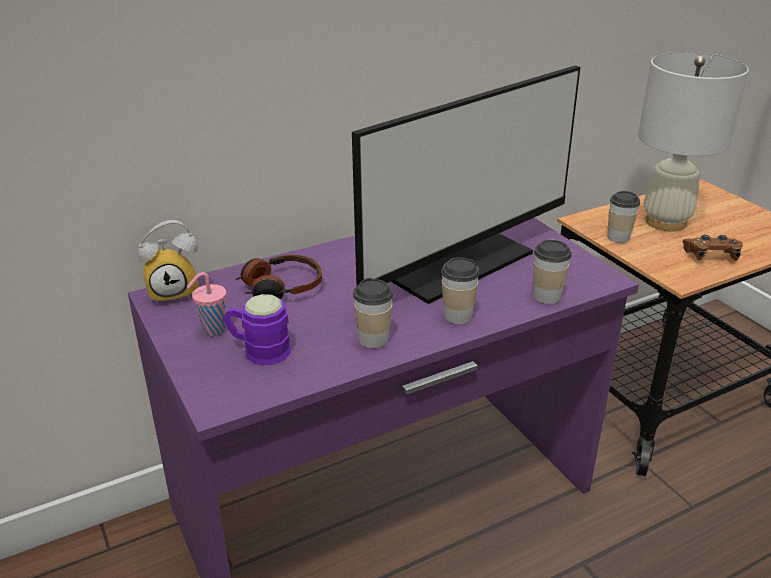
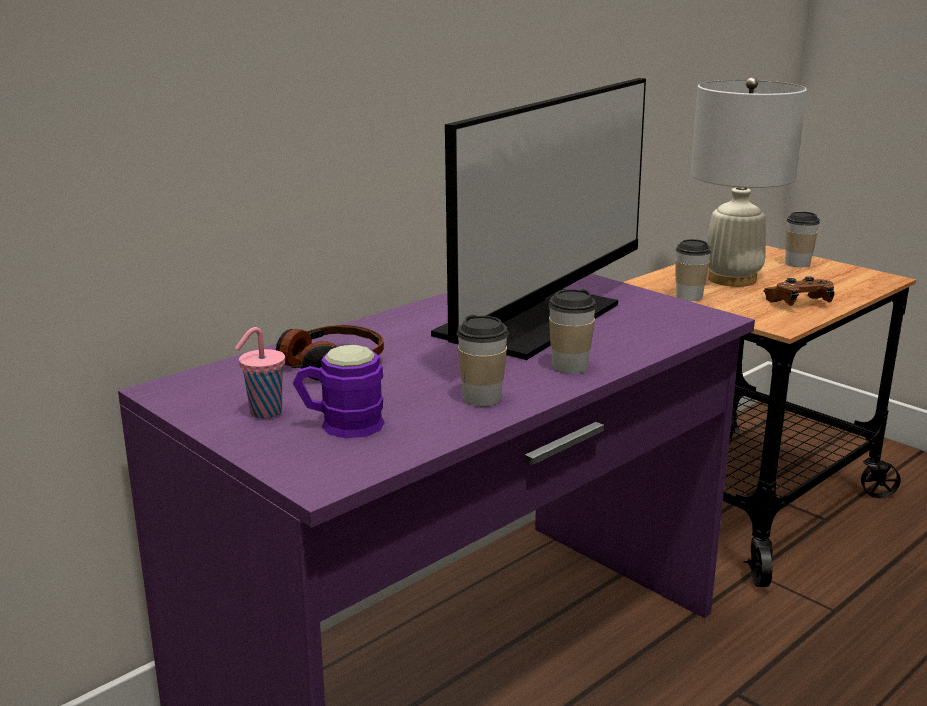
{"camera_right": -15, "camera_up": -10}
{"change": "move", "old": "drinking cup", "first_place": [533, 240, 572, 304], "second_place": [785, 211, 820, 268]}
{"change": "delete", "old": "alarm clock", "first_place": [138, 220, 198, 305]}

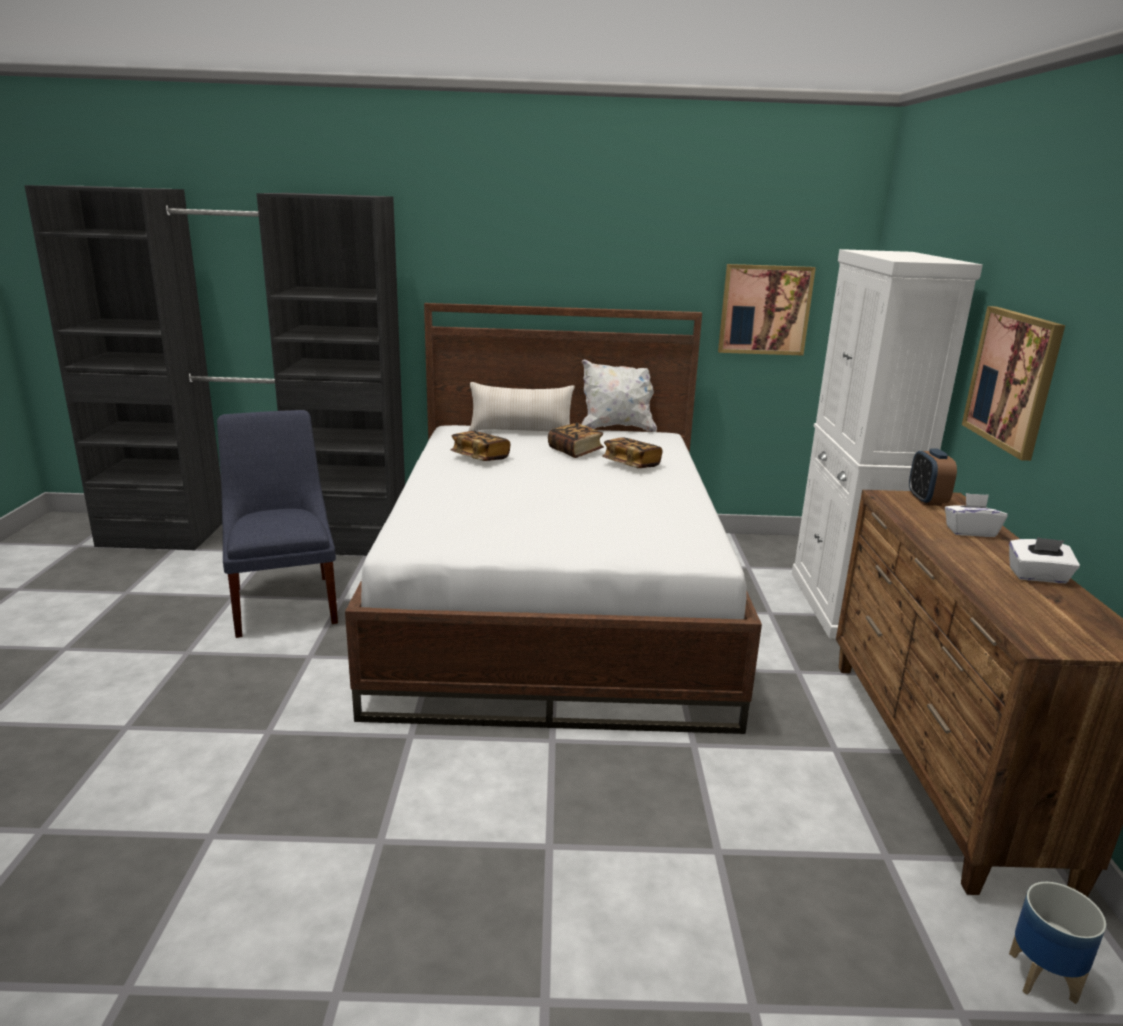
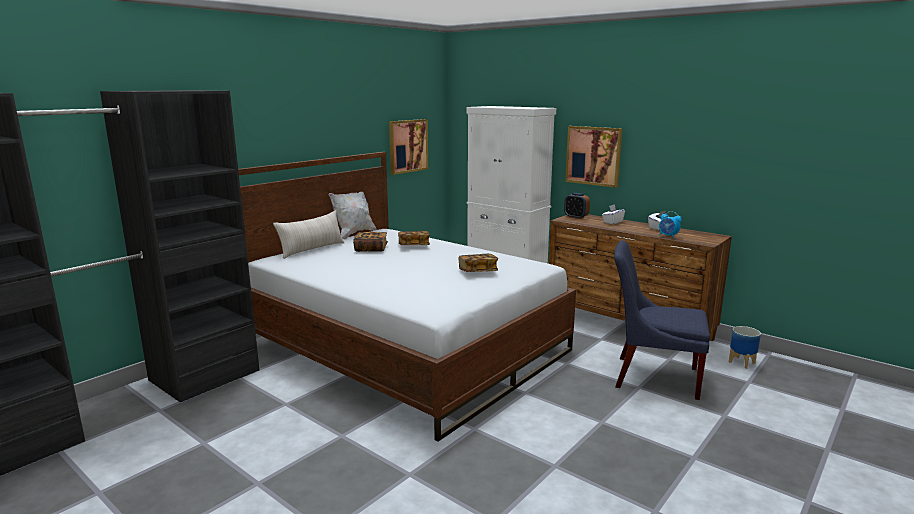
{"camera_right": -50, "camera_up": -5}
{"change": "move", "old": "volume", "first_place": [451, 431, 511, 461], "second_place": [458, 254, 498, 272]}
{"change": "move", "old": "plain chair (bluish)", "first_place": [217, 410, 338, 638], "second_place": [614, 241, 710, 400]}
{"change": "insert", "new": "alarm clock", "second_place": [659, 211, 682, 238]}

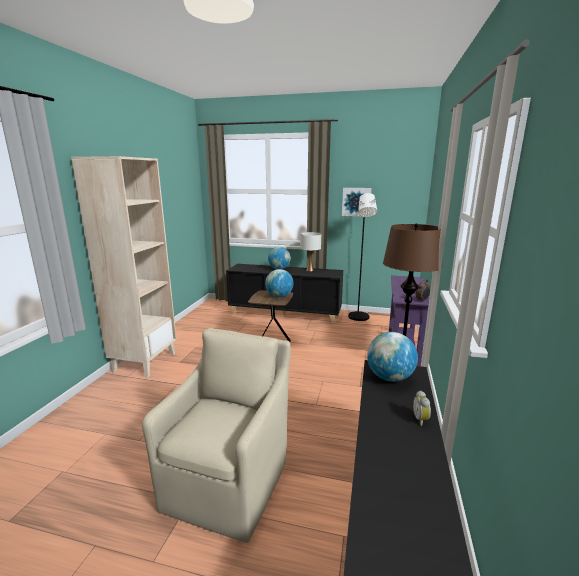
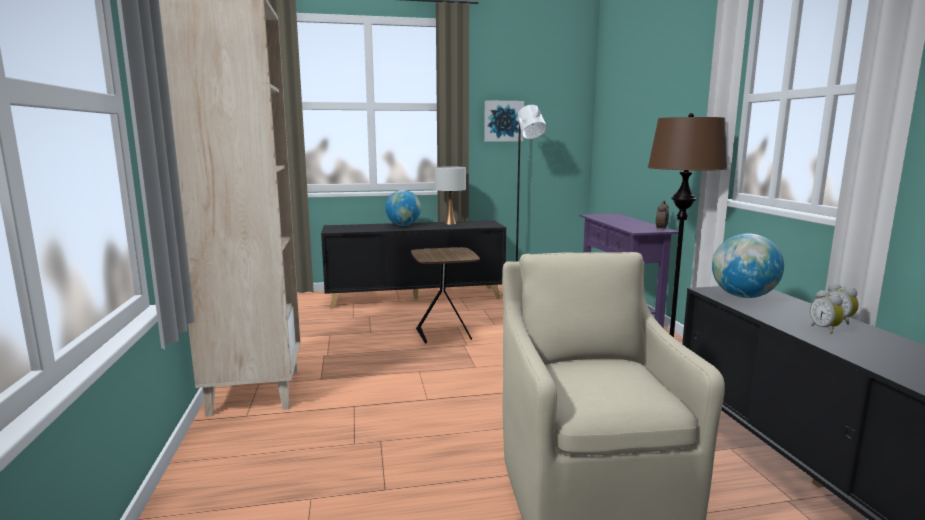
{"camera_right": -25, "camera_up": -5}
{"change": "insert", "new": "alarm clock", "second_place": [810, 290, 844, 334]}
{"change": "delete", "old": "desk globe", "first_place": [265, 269, 293, 298]}

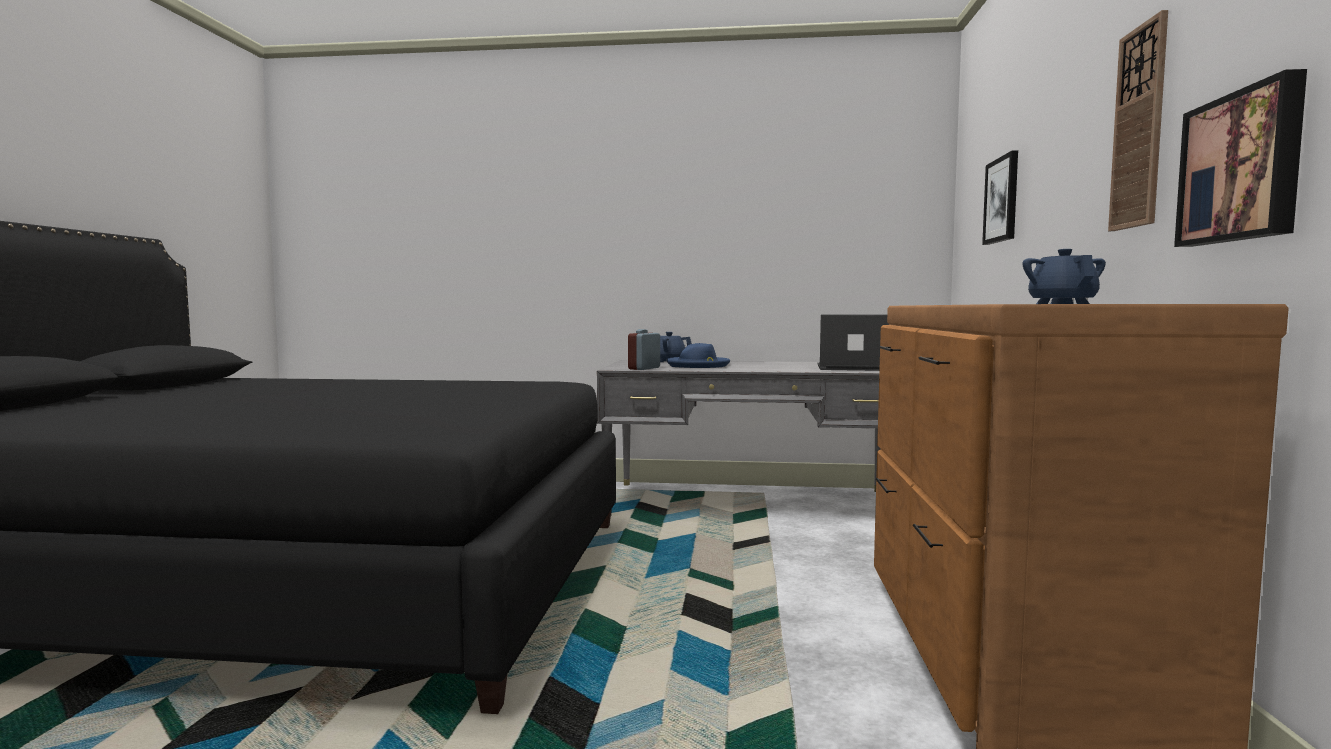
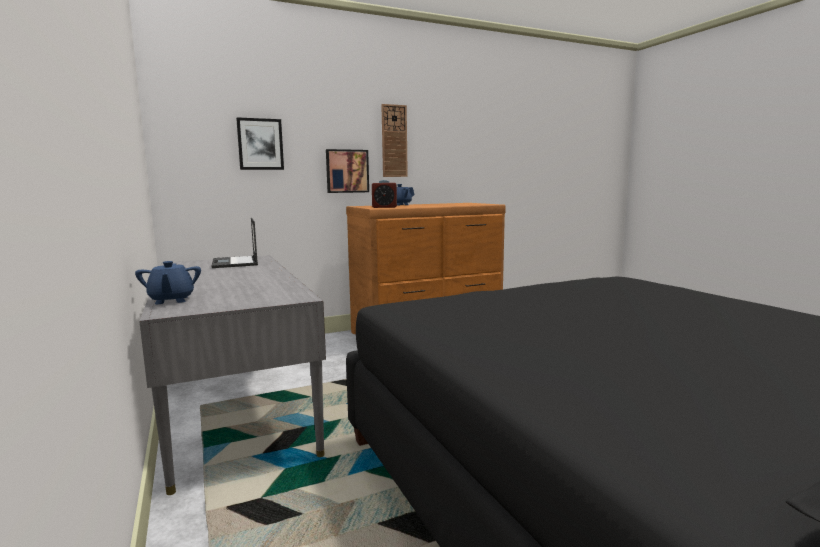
{"camera_right": -120, "camera_up": 5}
{"change": "move", "old": "wall picture", "first_place": [1174, 69, 1307, 247], "second_place": [326, 149, 369, 193]}
{"change": "move", "old": "alarm clock", "first_place": [628, 329, 660, 370], "second_place": [372, 180, 397, 208]}
{"change": "delete", "old": "hat (bluish)", "first_place": [667, 343, 730, 368]}

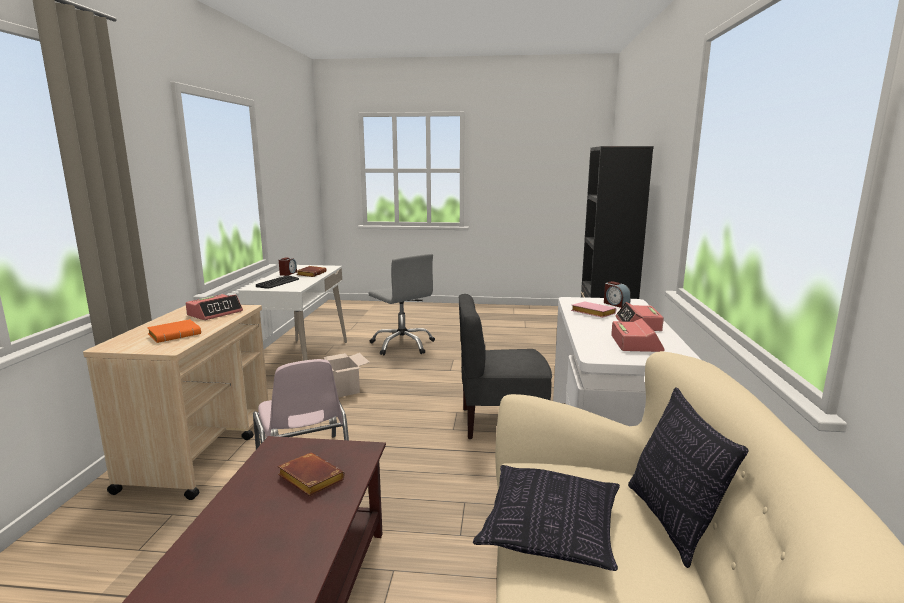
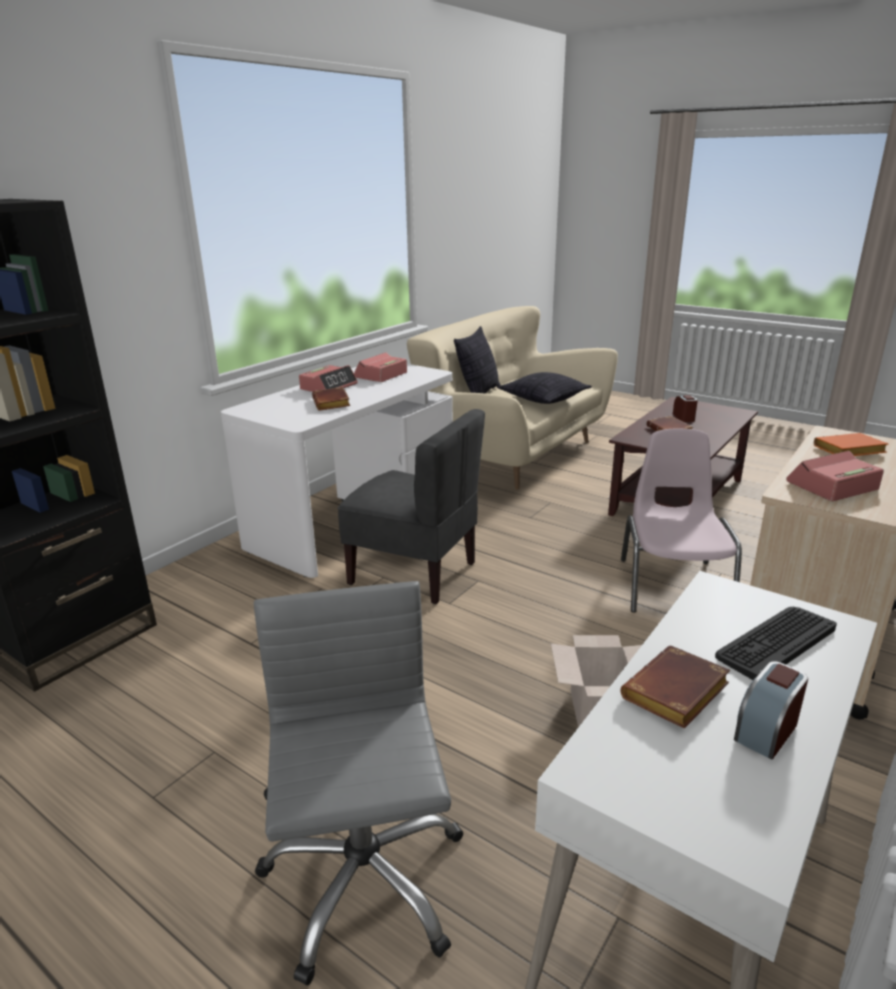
{"camera_right": -150, "camera_up": 10}
{"change": "recolor", "old": "volume (pink-coloured)", "new": "volume (brownish)", "first_place": [571, 301, 616, 318], "second_place": [312, 387, 350, 411]}
{"change": "move", "old": "alarm clock", "first_place": [604, 281, 631, 308], "second_place": [673, 395, 698, 422]}

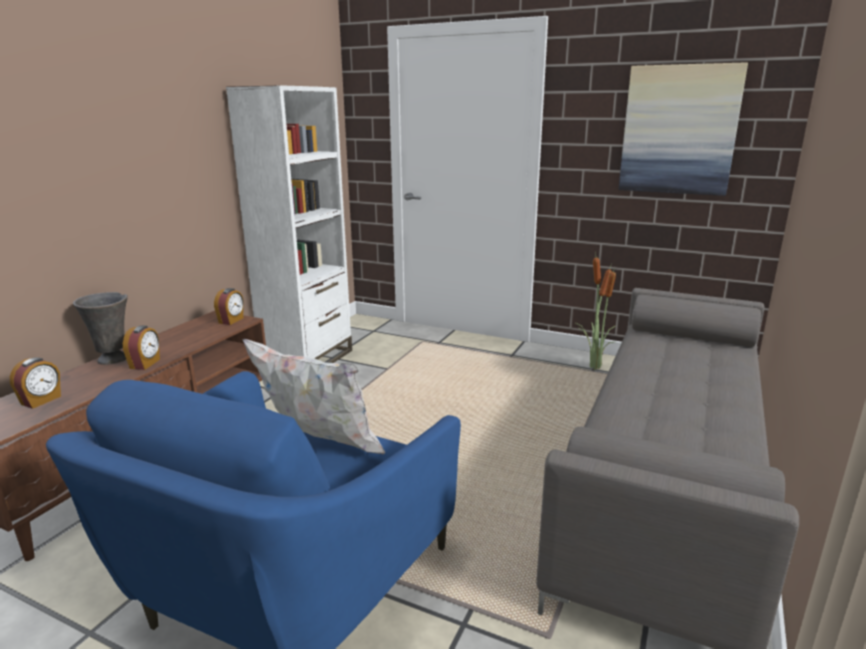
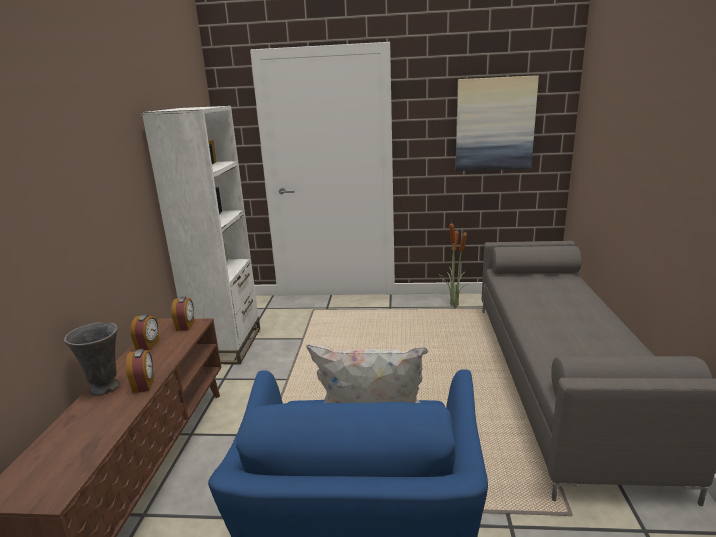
{"camera_right": -20, "camera_up": 0}
{"change": "move", "old": "alarm clock", "first_place": [10, 358, 61, 409], "second_place": [130, 314, 159, 351]}

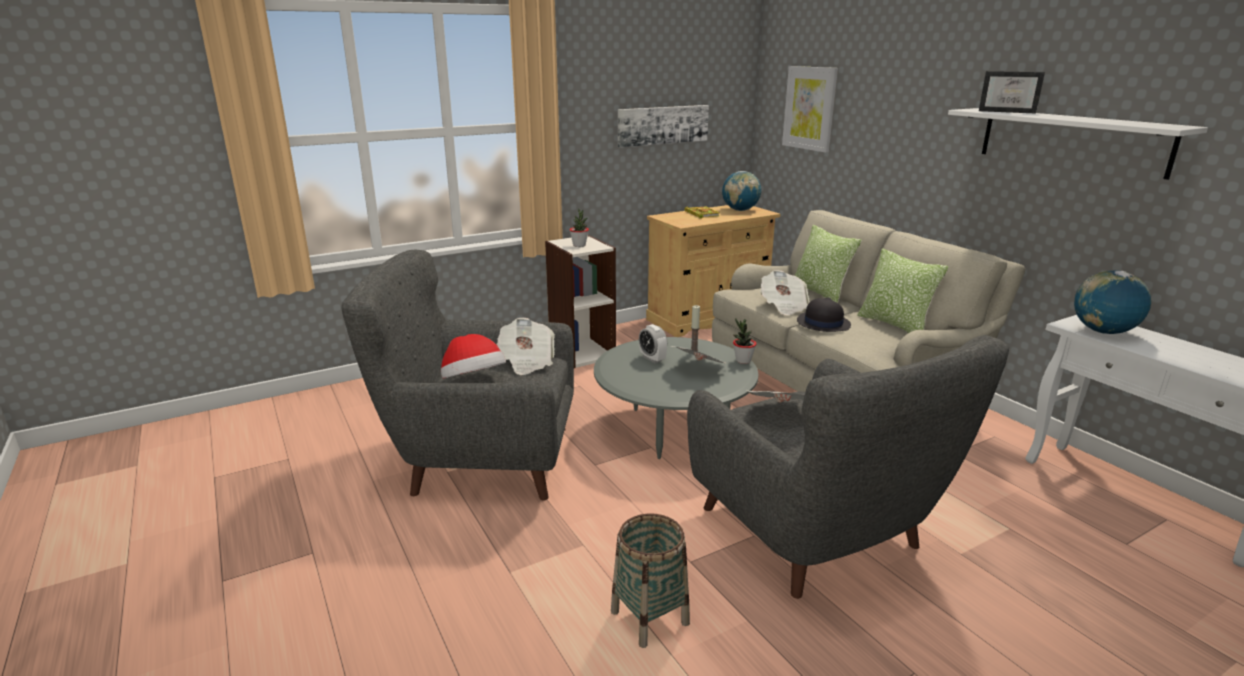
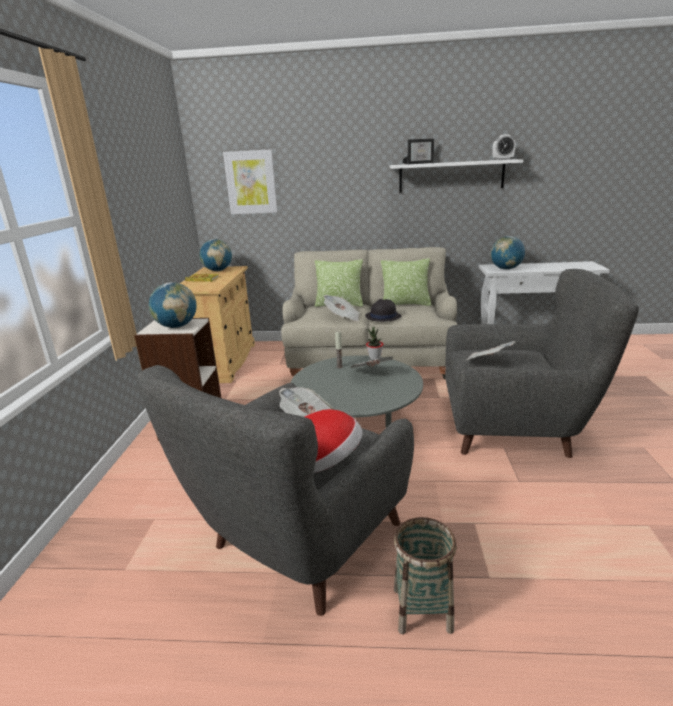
{"camera_right": -55, "camera_up": 0}
{"change": "replace", "old": "houseplant", "new": "desk globe", "first_place": [569, 209, 589, 247], "second_place": [149, 282, 197, 328]}
{"change": "move", "old": "household basket", "first_place": [611, 513, 690, 648], "second_place": [394, 517, 457, 635]}
{"change": "move", "old": "alarm clock", "first_place": [639, 324, 667, 363], "second_place": [492, 134, 516, 160]}
{"change": "delete", "old": "wall picture", "first_place": [618, 105, 709, 147]}

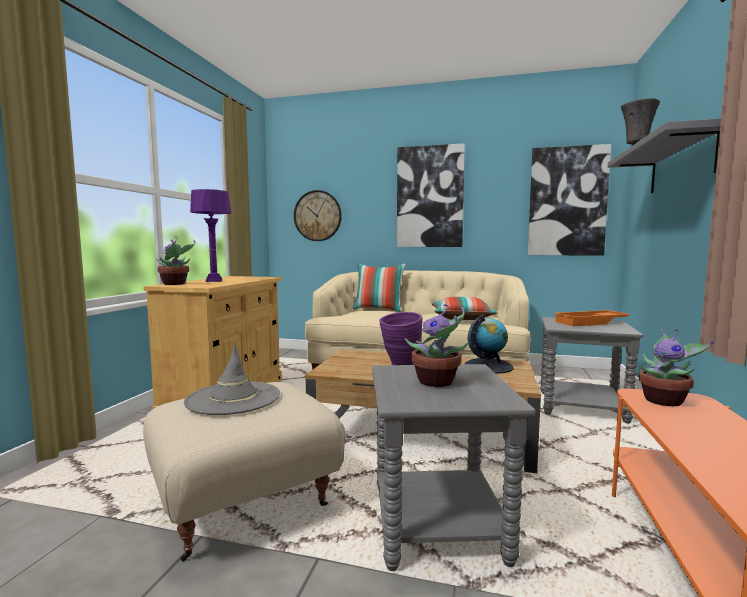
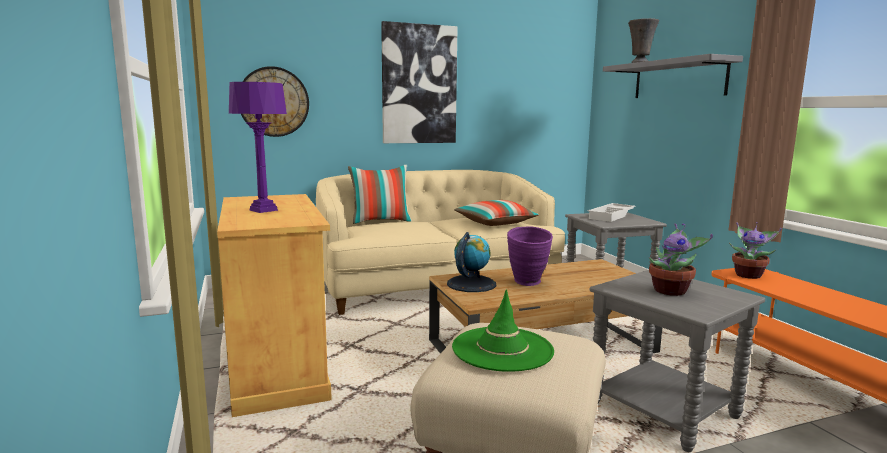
{"camera_right": -35, "camera_up": 5}
{"change": "move", "old": "desk globe", "first_place": [465, 315, 514, 374], "second_place": [447, 232, 496, 292]}
{"change": "recolor", "old": "hat (greyish)", "new": "hat (green)", "first_place": [184, 344, 280, 415], "second_place": [452, 290, 554, 372]}
{"change": "recolor", "old": "tray (orange-coloured)", "new": "tray (white-coloured)", "first_place": [554, 310, 630, 326], "second_place": [587, 203, 636, 222]}
{"change": "delete", "old": "houseplant", "first_place": [156, 236, 195, 285]}
{"change": "delete", "old": "wall picture", "first_place": [528, 144, 611, 256]}

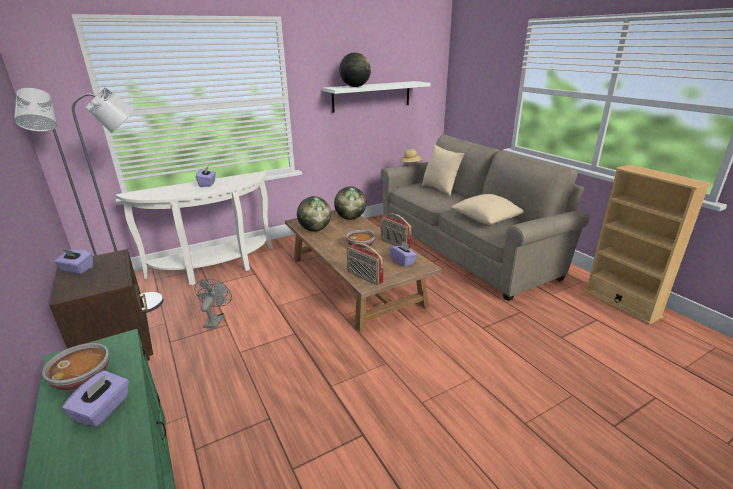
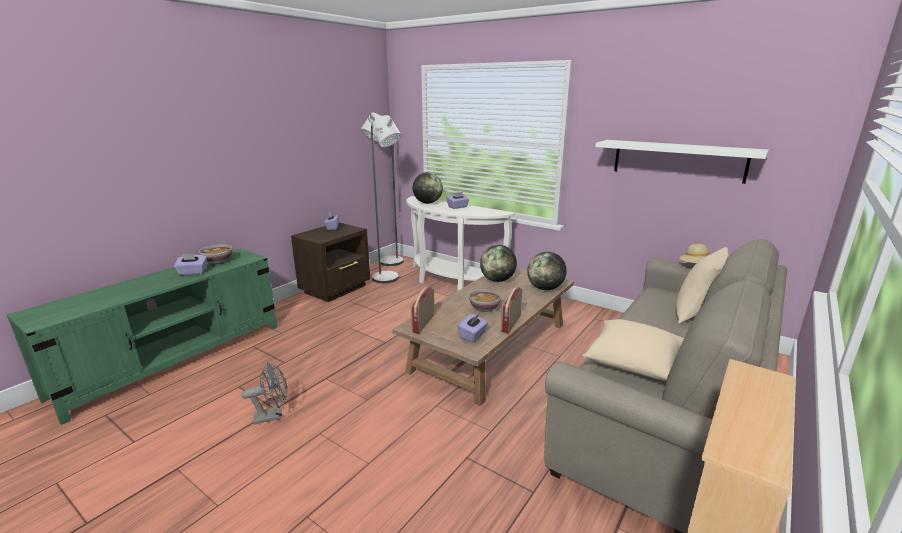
{"camera_right": 65, "camera_up": -5}
{"change": "move", "old": "electric fan (greyish)", "first_place": [194, 279, 232, 329], "second_place": [242, 363, 287, 424]}
{"change": "move", "old": "desk globe", "first_place": [339, 52, 371, 87], "second_place": [413, 172, 443, 204]}

